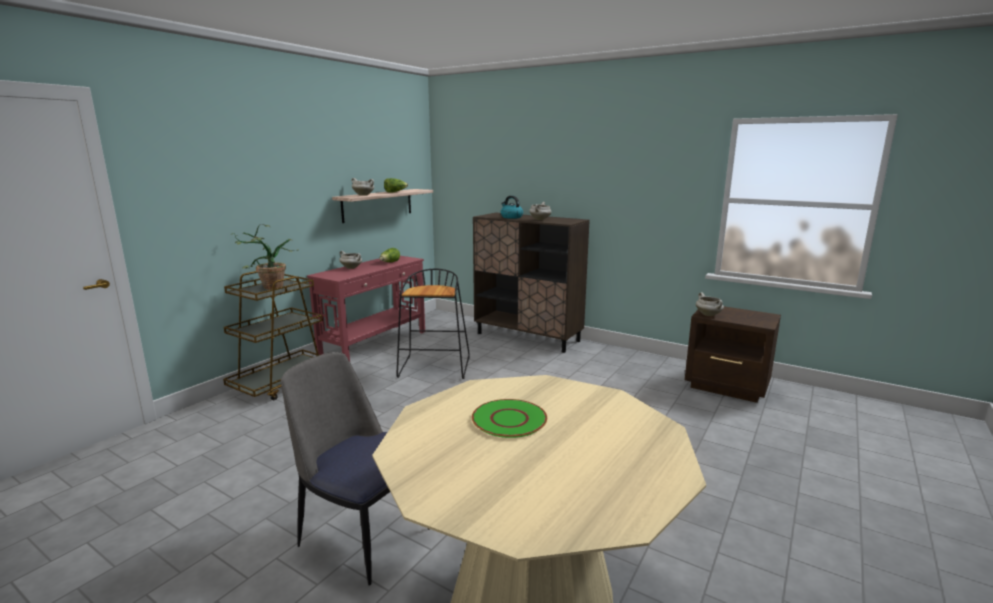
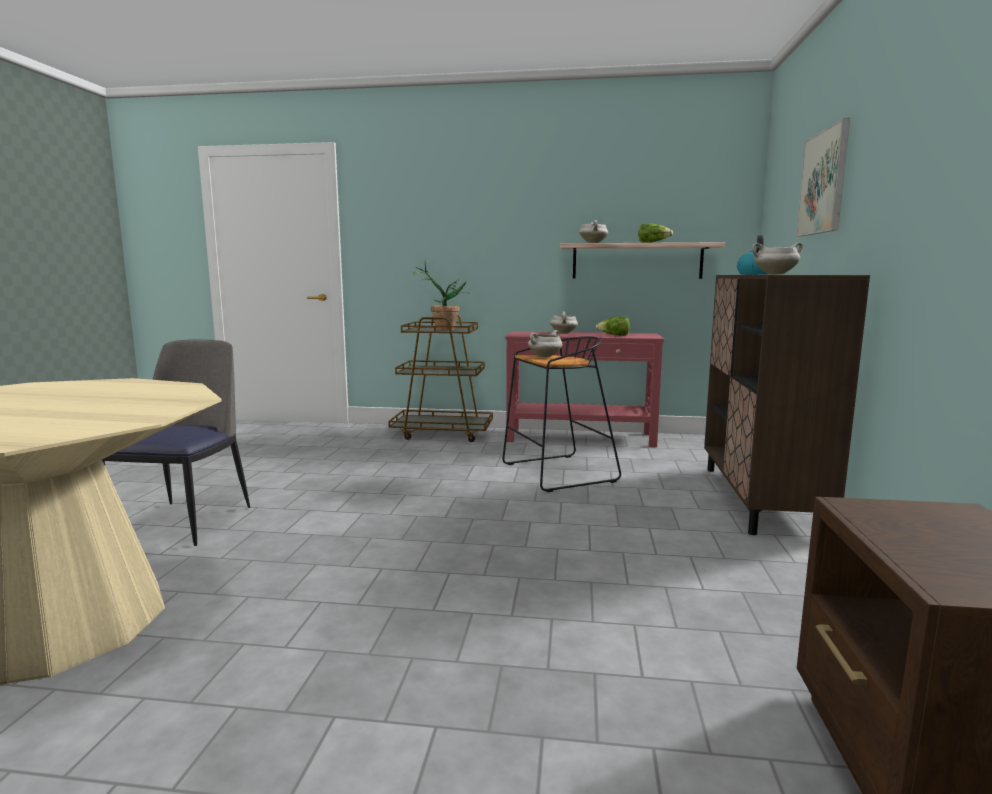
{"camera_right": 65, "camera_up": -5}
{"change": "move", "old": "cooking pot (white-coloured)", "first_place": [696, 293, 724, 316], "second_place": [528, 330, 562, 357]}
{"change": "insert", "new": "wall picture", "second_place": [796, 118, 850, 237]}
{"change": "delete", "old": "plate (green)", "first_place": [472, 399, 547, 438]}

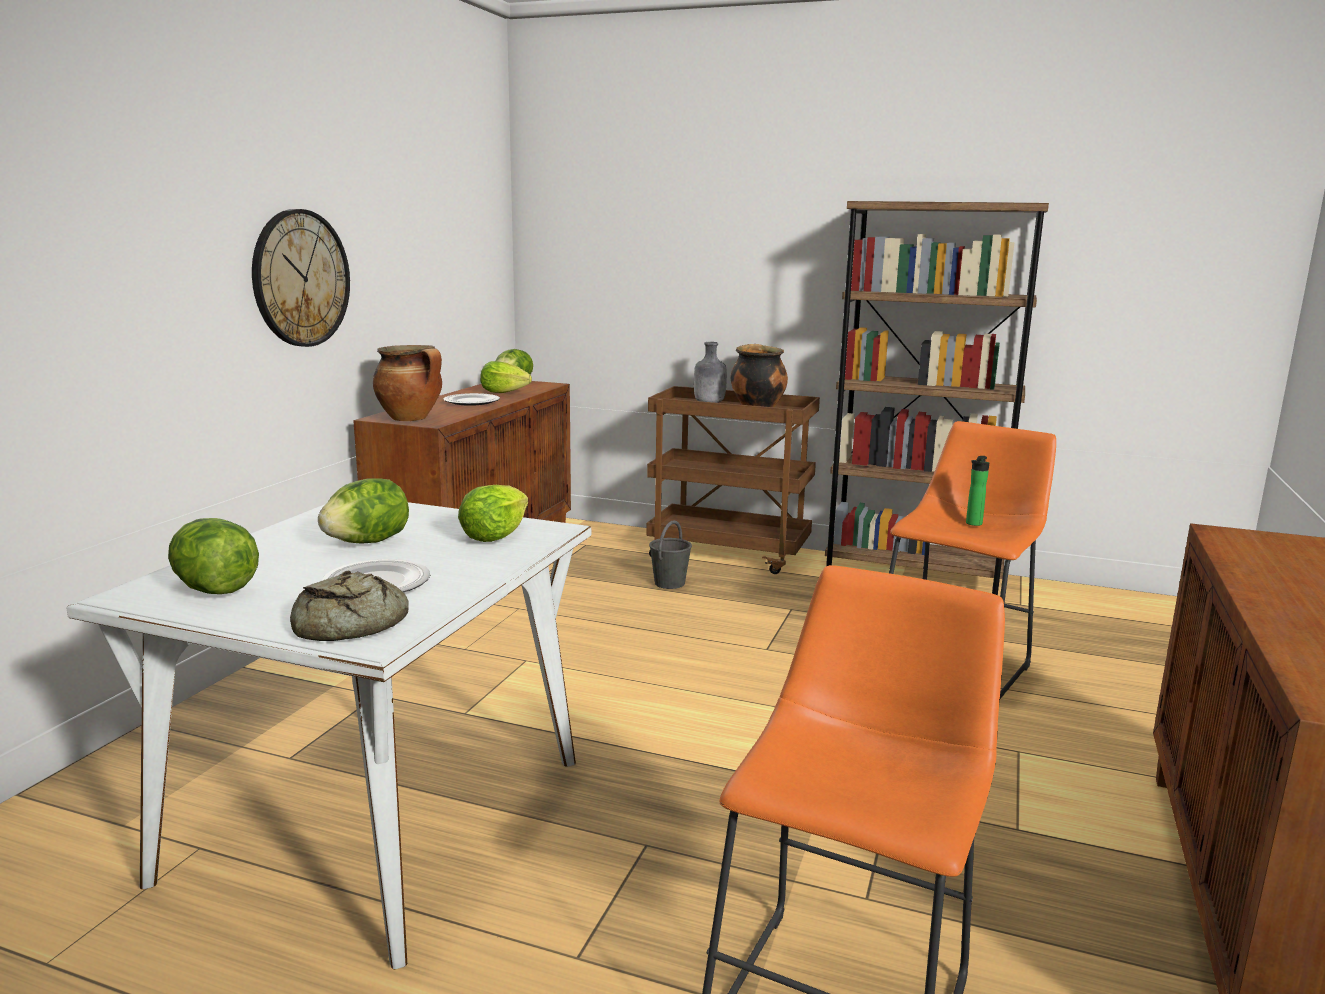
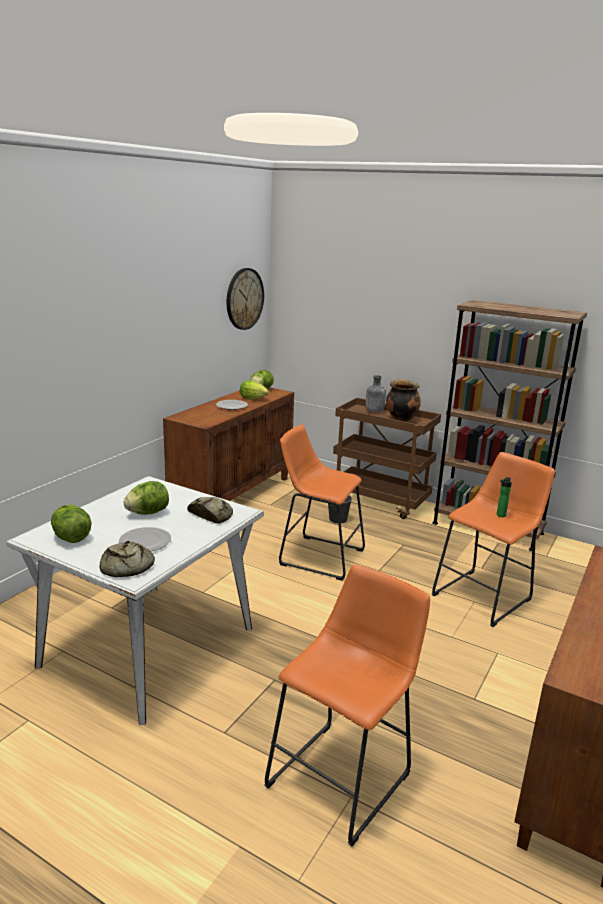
{"camera_right": 10, "camera_up": 5}
{"change": "replace", "old": "lettuce head", "new": "bread", "first_place": [458, 485, 528, 542], "second_place": [187, 497, 233, 524]}
{"change": "move", "old": "wall clock", "first_place": [252, 209, 350, 347], "second_place": [227, 268, 264, 330]}
{"change": "insert", "new": "stool seat (orange-coloured)", "second_place": [279, 424, 365, 581]}
{"change": "delete", "old": "cooking pot", "first_place": [373, 345, 442, 421]}

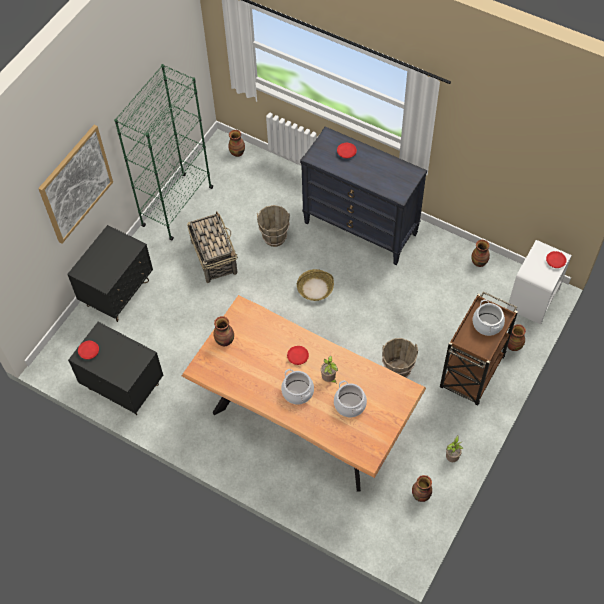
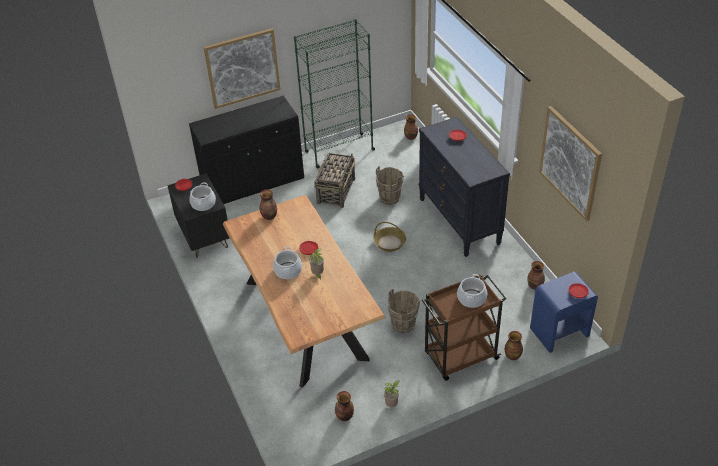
{"camera_right": 35, "camera_up": -15}
{"change": "replace", "old": "night table (blackish)", "new": "cupboard (blackish)", "first_place": [67, 225, 153, 322], "second_place": [189, 95, 304, 204]}
{"change": "move", "old": "cooking pot", "first_place": [334, 380, 367, 417], "second_place": [189, 183, 216, 211]}
{"change": "recolor", "old": "night table (white-coloured)", "new": "night table (bluish)", "first_place": [507, 240, 572, 325], "second_place": [530, 272, 598, 353]}
{"change": "insert", "new": "wall picture", "second_place": [539, 106, 602, 221]}

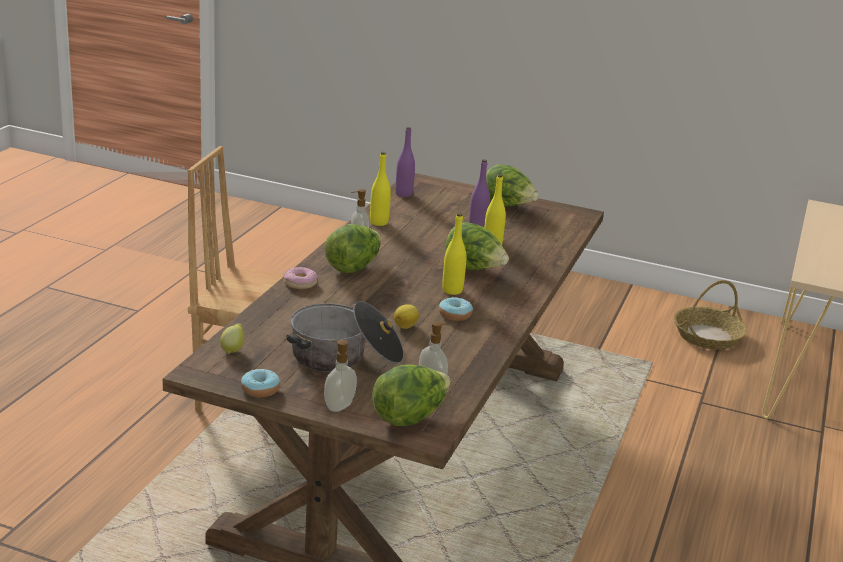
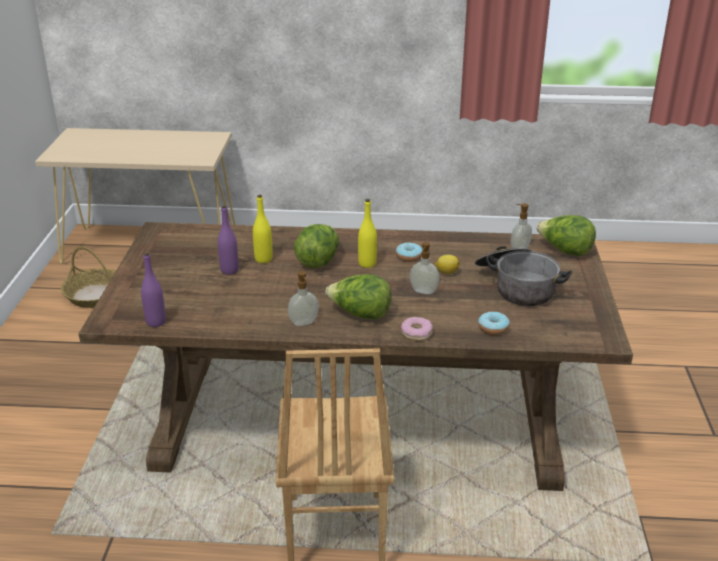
{"camera_right": -105, "camera_up": 5}
{"change": "move", "old": "soap dispenser", "first_place": [324, 340, 357, 412], "second_place": [410, 242, 439, 294]}
{"change": "move", "old": "donut", "first_place": [241, 368, 280, 397], "second_place": [478, 312, 510, 335]}
{"change": "delete", "old": "lemon", "first_place": [220, 323, 244, 354]}
{"change": "delete", "old": "drink bottle (yellow-coloured)", "first_place": [370, 152, 391, 226]}
{"change": "delete", "old": "lettuce head", "first_place": [486, 164, 539, 206]}

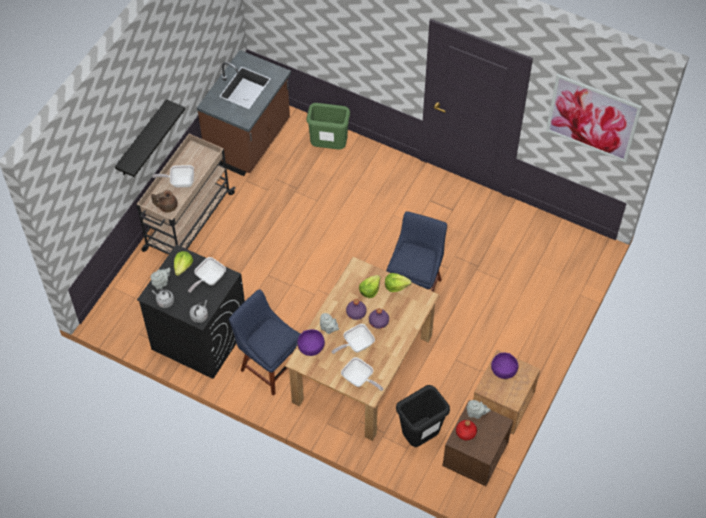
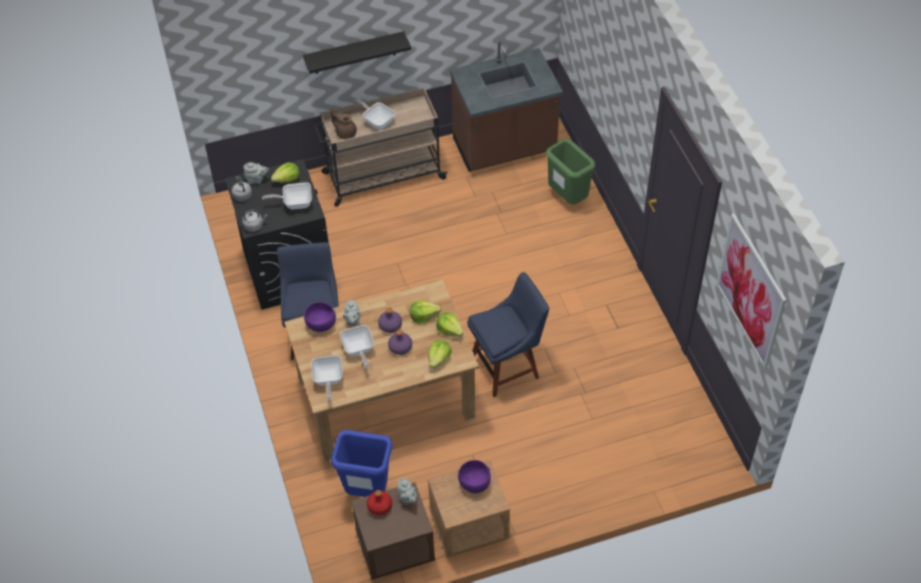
{"camera_right": 45, "camera_up": -5}
{"change": "recolor", "old": "waste bin (blackish)", "new": "waste bin (bluish)", "first_place": [396, 385, 450, 447], "second_place": [331, 430, 392, 497]}
{"change": "rotate", "old": "skillet", "first_place": [331, 324, 375, 354], "second_place": [340, 325, 374, 369], "degrees": -120}
{"change": "insert", "new": "lettuce head", "second_place": [428, 340, 452, 368]}

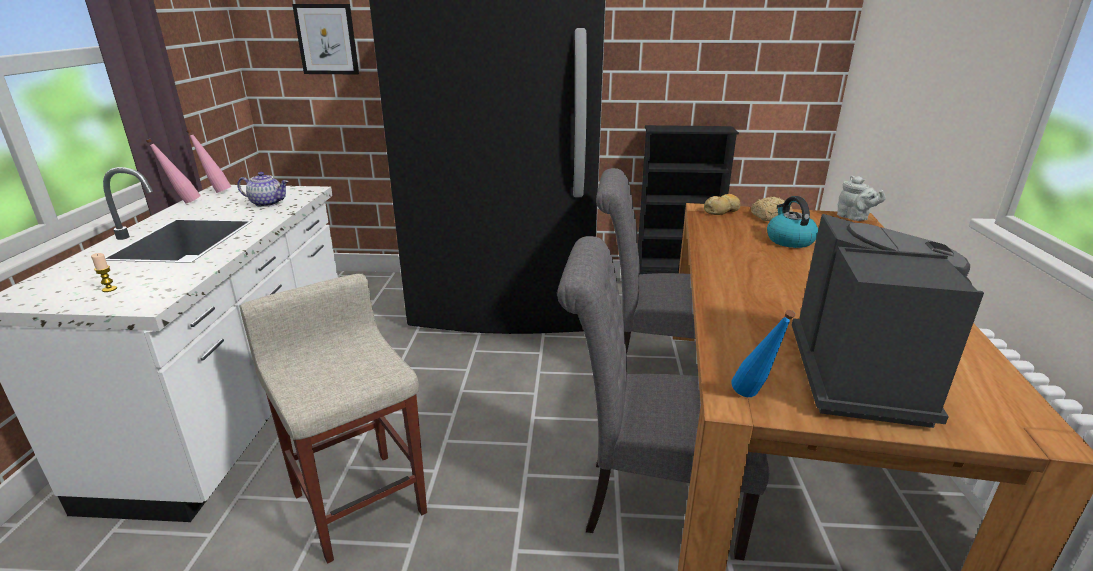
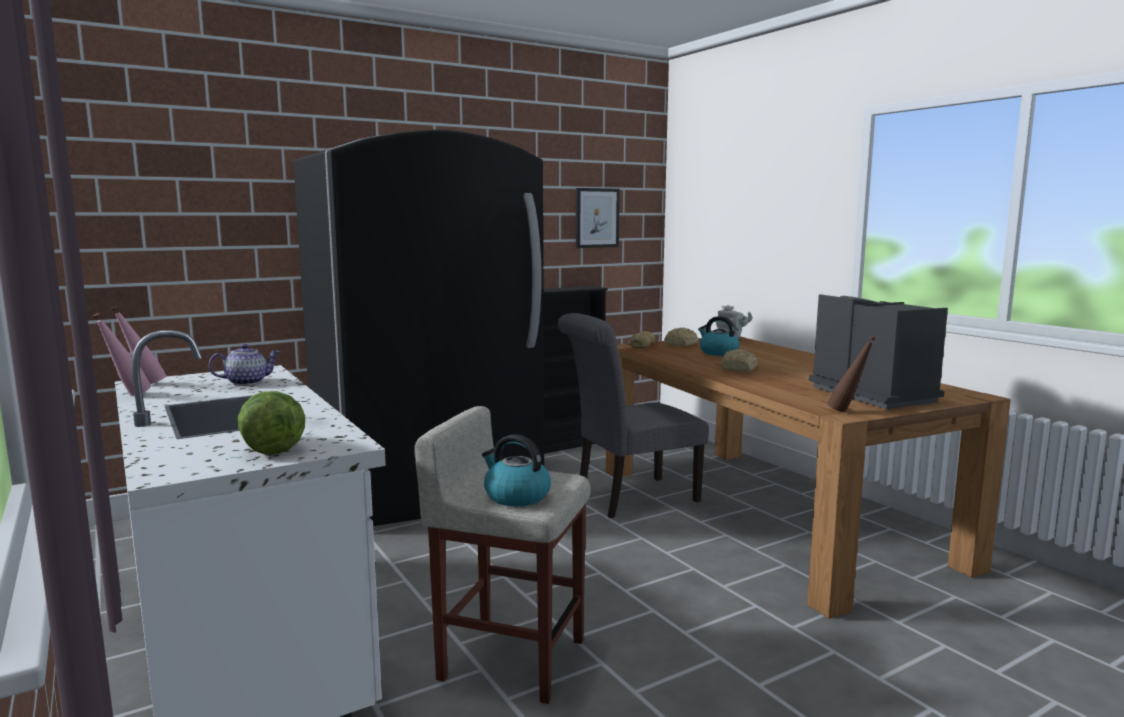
{"camera_right": -35, "camera_up": -15}
{"change": "replace", "old": "candle", "new": "lettuce head", "first_place": [91, 253, 117, 292], "second_place": [238, 391, 305, 455]}
{"change": "insert", "new": "kettle", "second_place": [482, 434, 551, 506]}
{"change": "move", "old": "wall picture", "first_place": [292, 4, 359, 74], "second_place": [576, 188, 620, 248]}
{"change": "insert", "new": "bread", "second_place": [720, 349, 758, 372]}
{"change": "recolor", "old": "drink bottle (bluish)", "new": "drink bottle (brownish)", "first_place": [731, 310, 795, 397], "second_place": [827, 335, 876, 412]}
{"change": "delete", "old": "plain chair (greyish)", "first_place": [557, 236, 769, 560]}

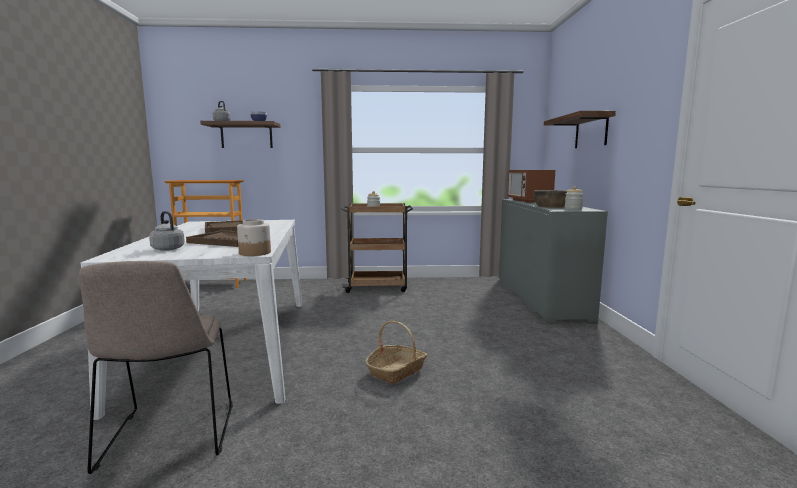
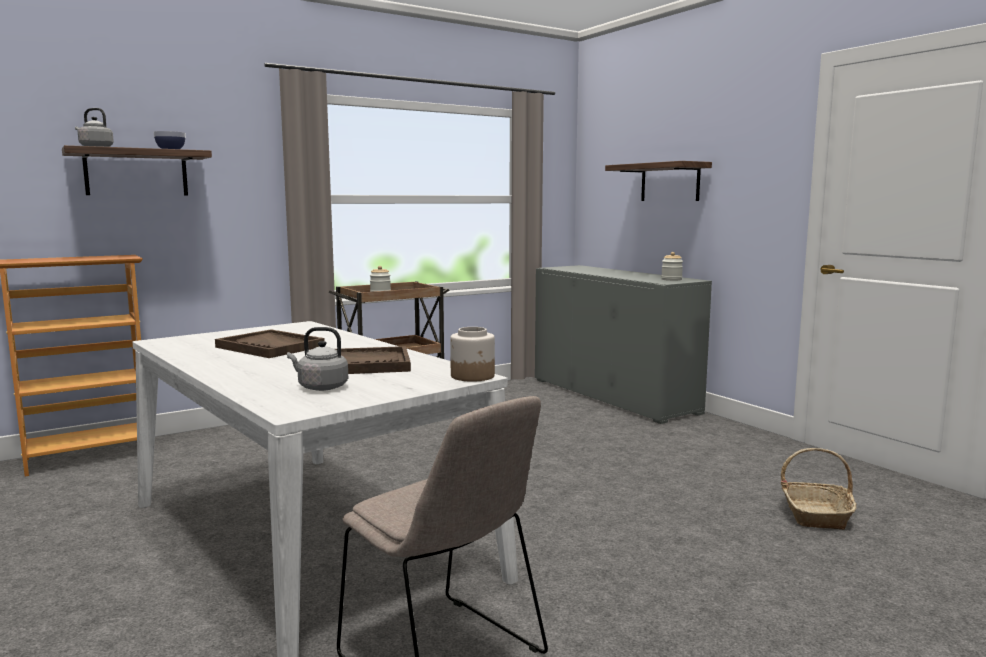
{"camera_right": -30, "camera_up": 0}
{"change": "move", "old": "household basket", "first_place": [366, 321, 427, 384], "second_place": [781, 448, 856, 530]}
{"change": "delete", "old": "microwave oven", "first_place": [508, 170, 555, 202]}
{"change": "delete", "old": "serving bowl (brownish)", "first_place": [533, 190, 568, 208]}

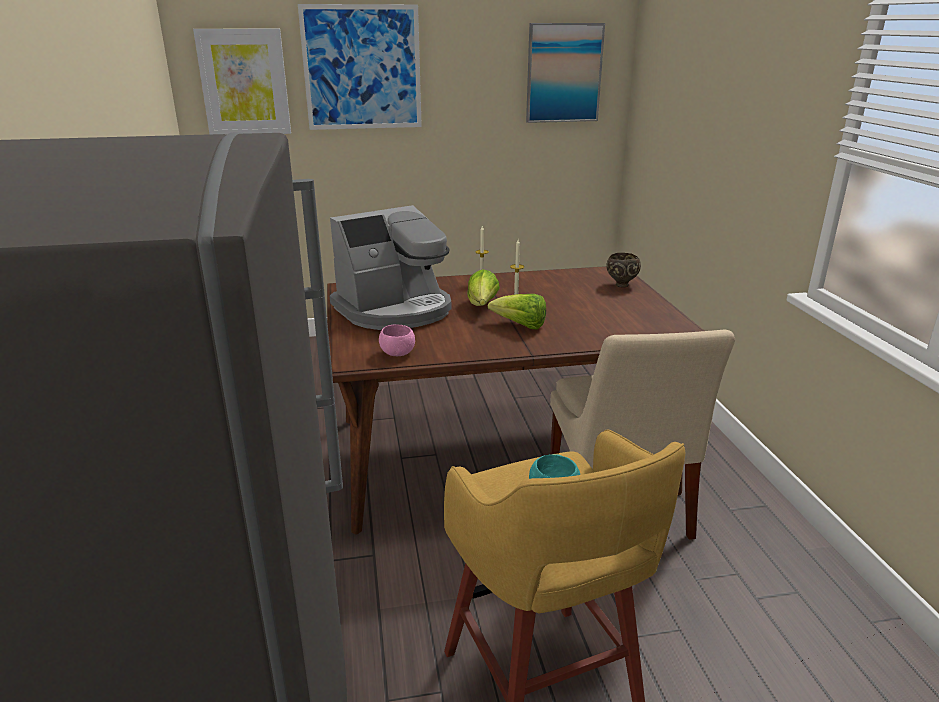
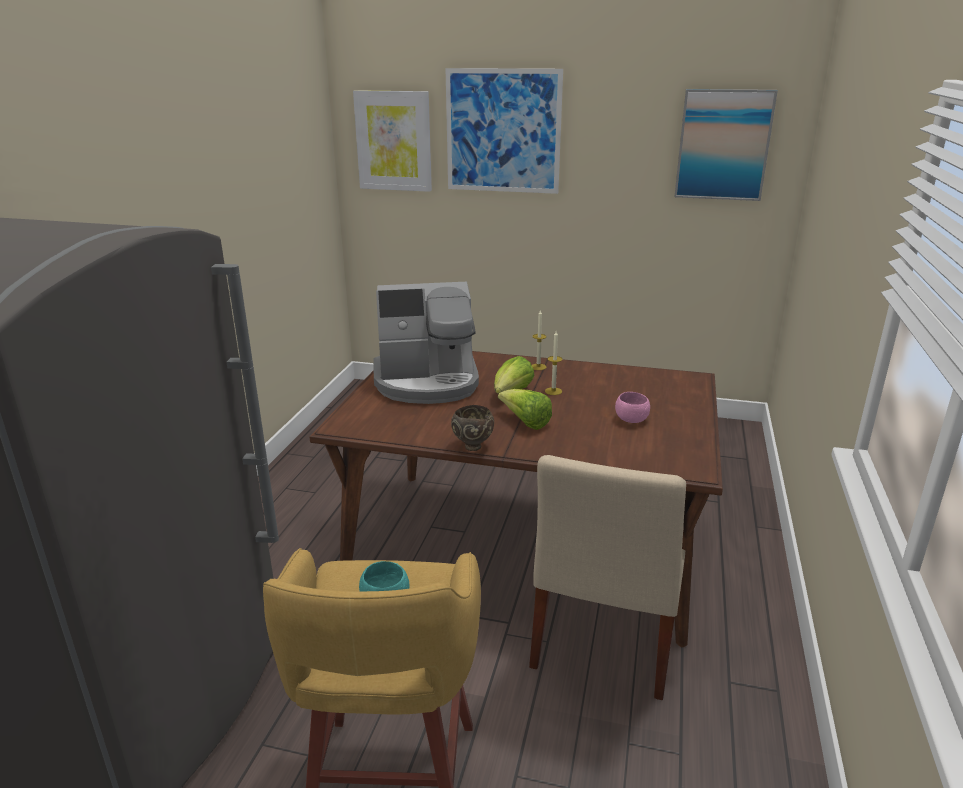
{"camera_right": 25, "camera_up": 0}
{"change": "move", "old": "serving bowl (brownish)", "first_place": [606, 253, 641, 288], "second_place": [451, 405, 494, 451]}
{"change": "move", "old": "serving bowl (pink-coloured)", "first_place": [379, 324, 415, 356], "second_place": [615, 392, 650, 423]}

